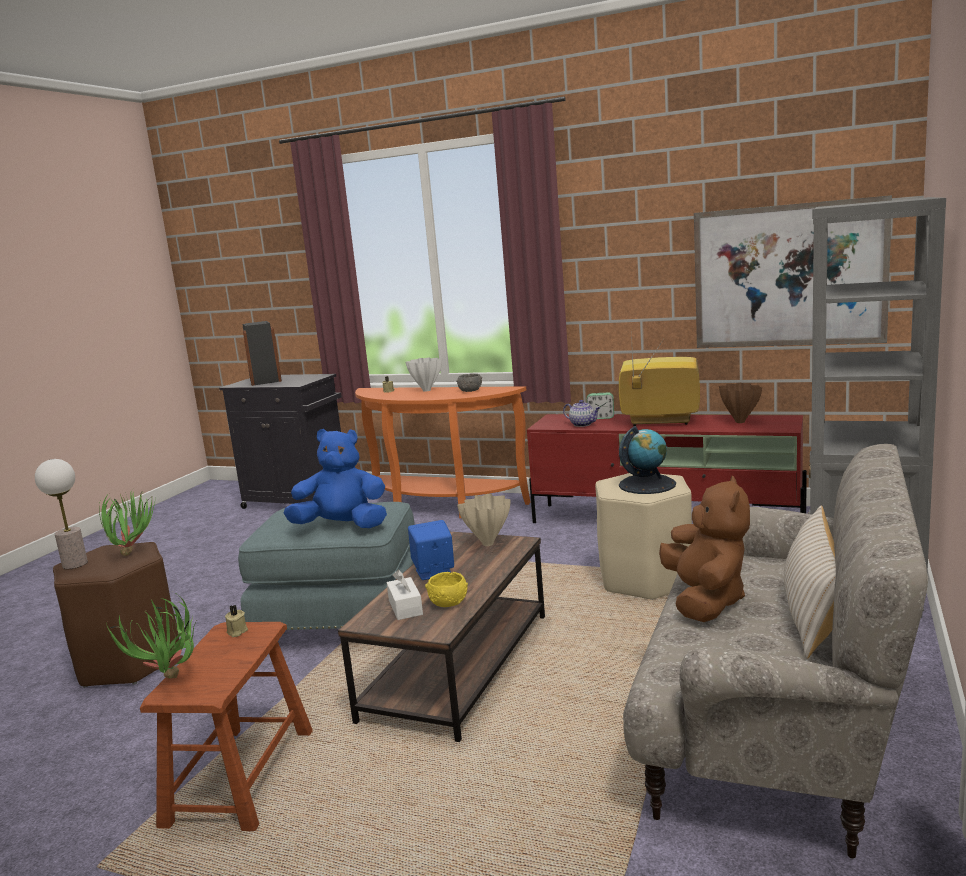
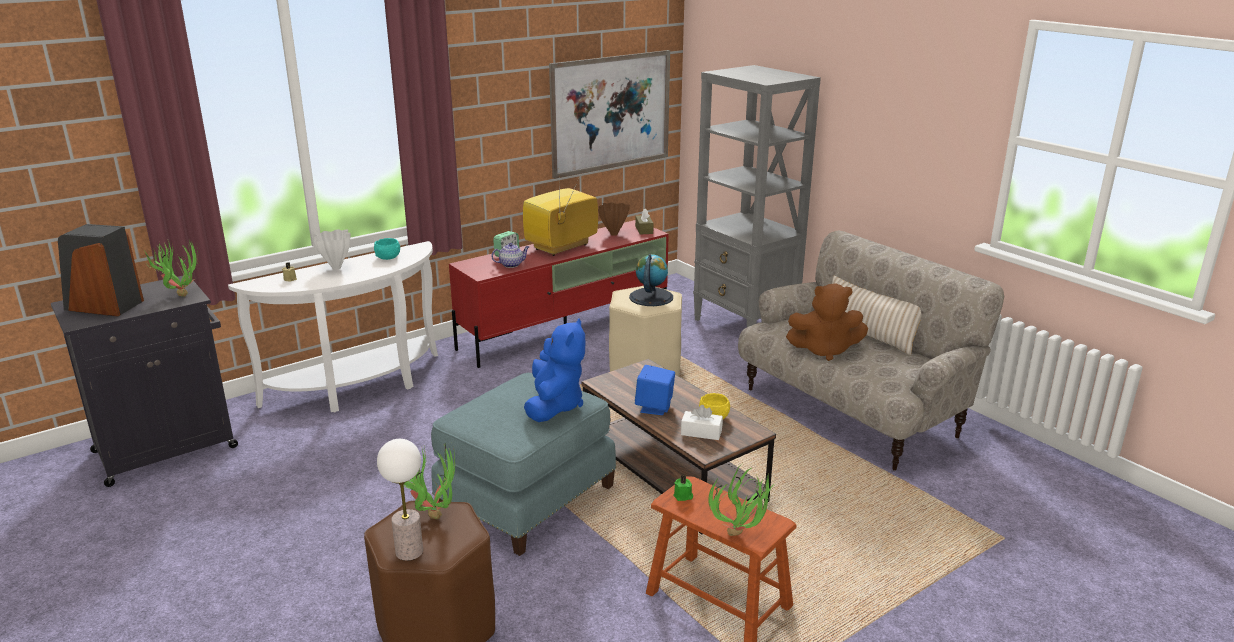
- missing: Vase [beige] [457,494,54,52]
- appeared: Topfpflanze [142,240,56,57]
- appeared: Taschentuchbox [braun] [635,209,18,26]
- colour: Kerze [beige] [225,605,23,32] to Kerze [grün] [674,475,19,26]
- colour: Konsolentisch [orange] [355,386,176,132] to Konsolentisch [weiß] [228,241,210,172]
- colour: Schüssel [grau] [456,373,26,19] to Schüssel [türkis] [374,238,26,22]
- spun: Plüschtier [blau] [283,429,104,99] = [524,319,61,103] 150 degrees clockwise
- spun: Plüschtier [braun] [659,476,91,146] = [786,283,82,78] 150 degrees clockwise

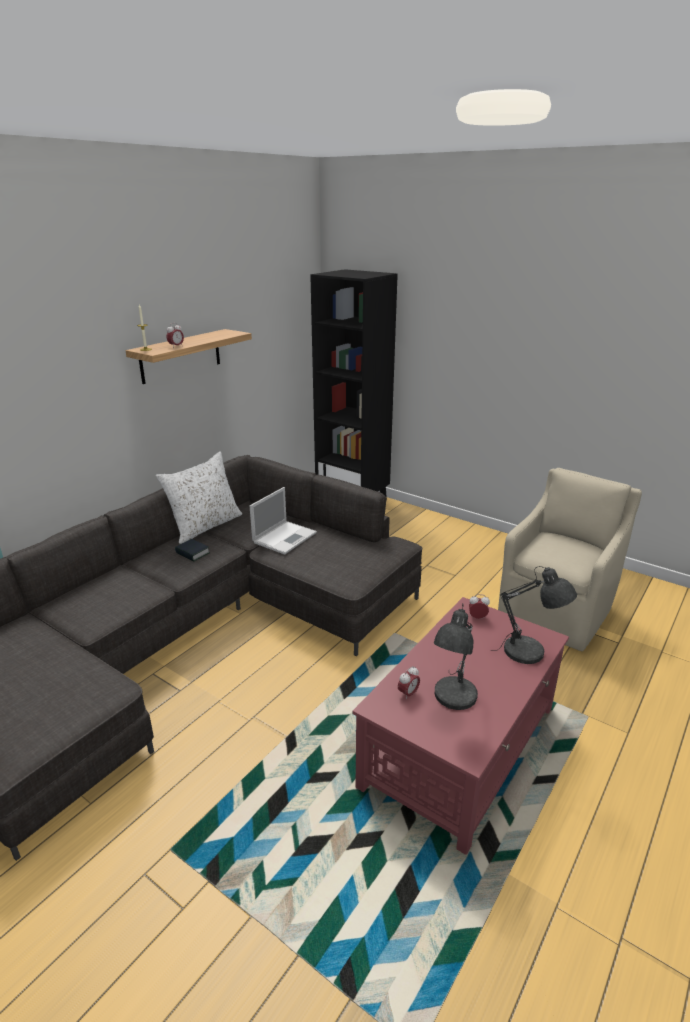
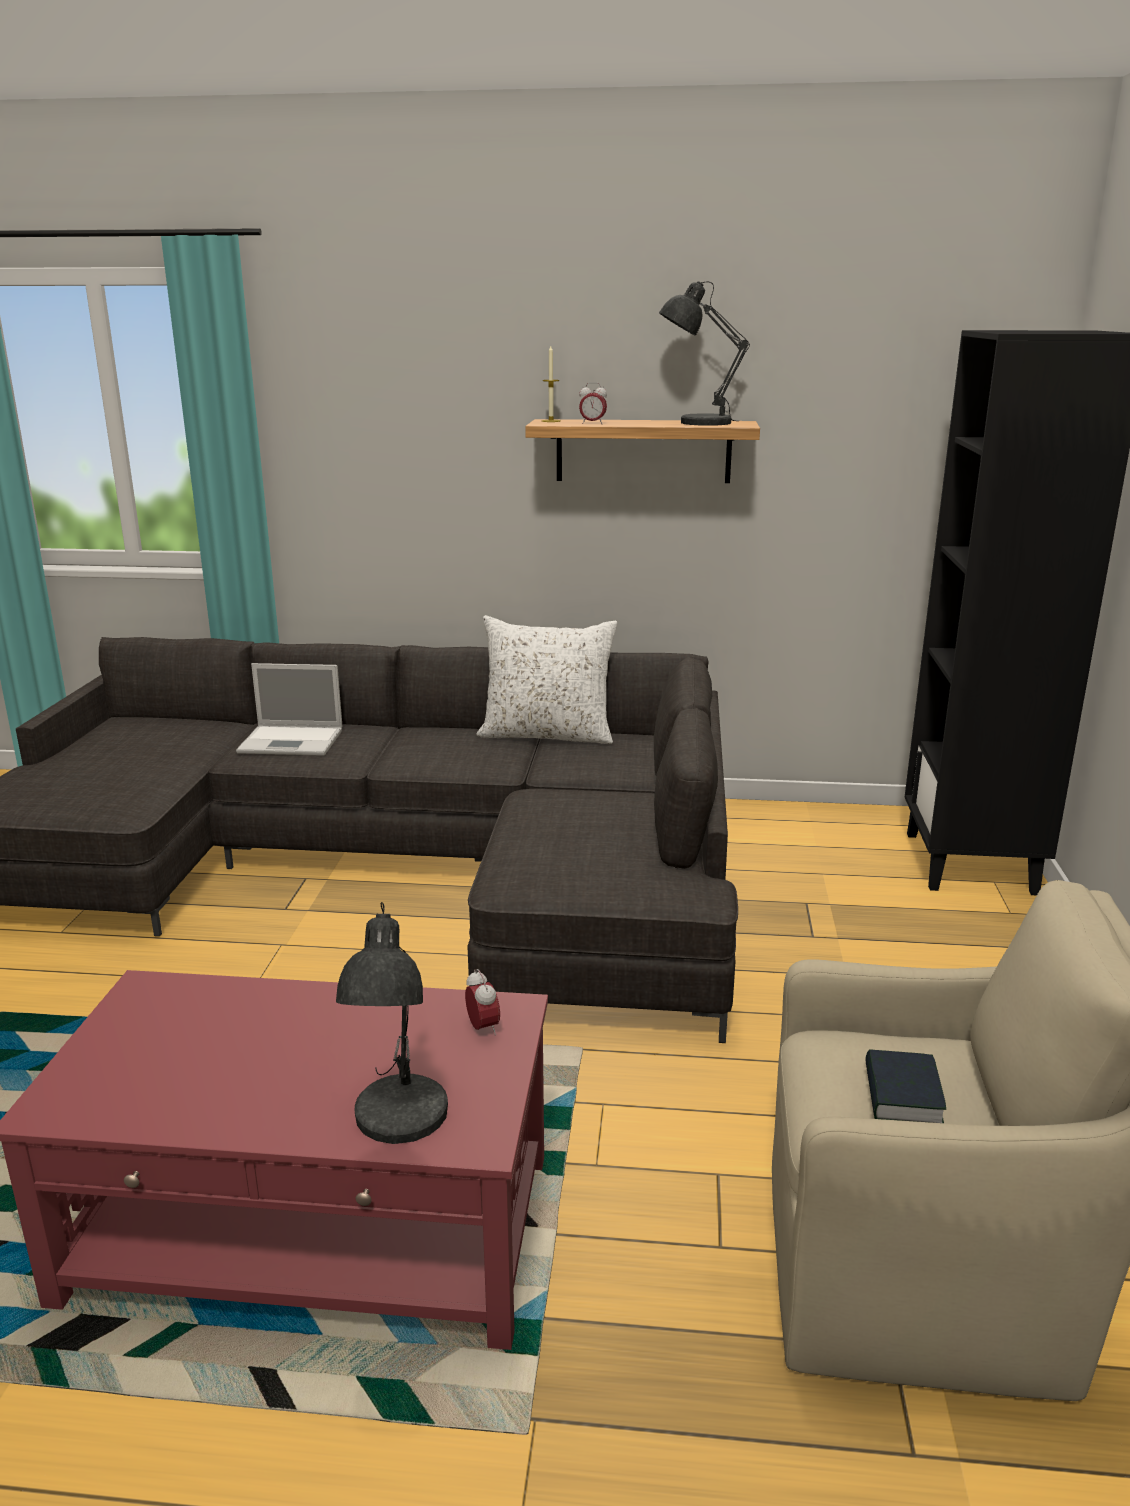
- missing: Wecker [398,666,22,34]
- relocated: Buch [175,539,35,22] to [865,1049,81,74]
- relocated: Laptop [250,487,67,68] to [236,663,106,93]
- relocated: Tischlampe [grau] [434,603,44,107] to [659,281,91,145]

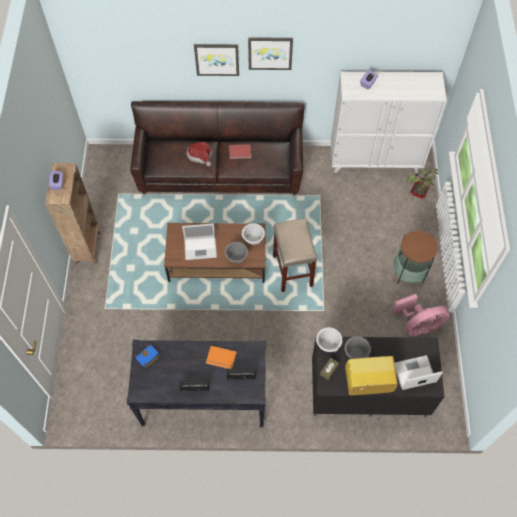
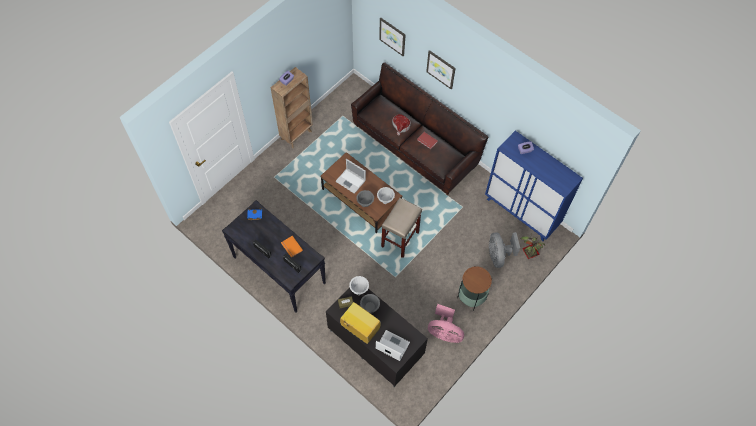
- appeared: Ventilator [grau] [489,232,31,36]
- relocated: Bild [248,37,45,33] to [379,18,27,39]
- colour: Schrank [weiß] [331,71,116,102] to Schrank [blau] [485,131,98,110]

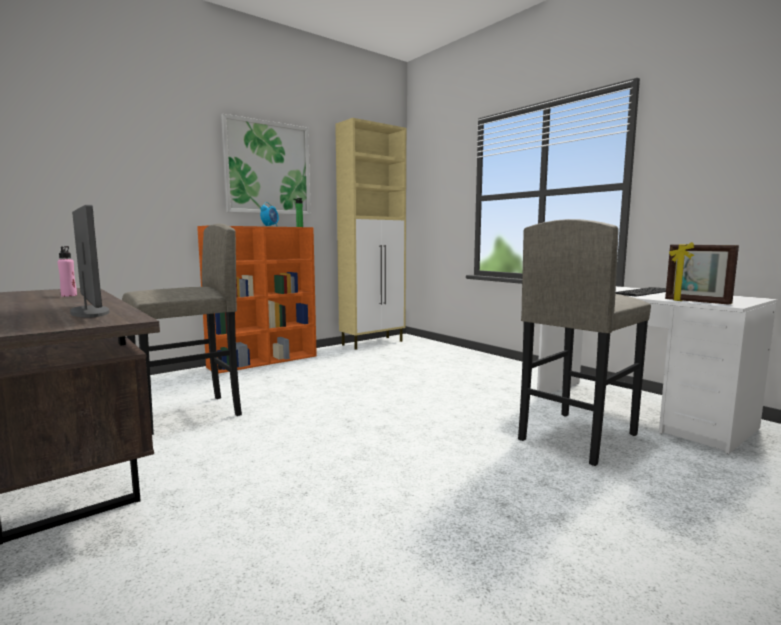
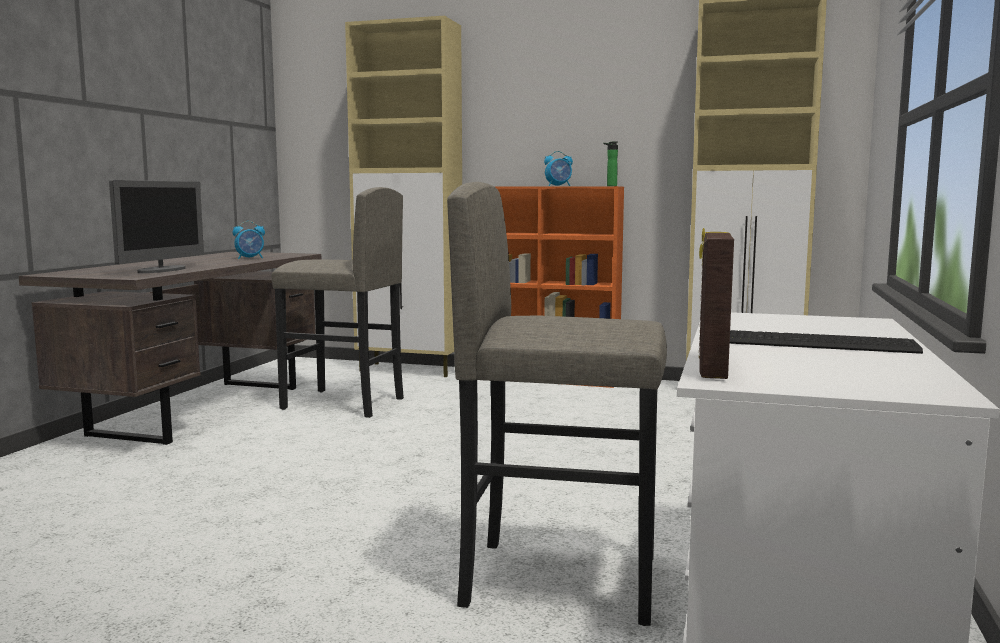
- missing: Bild [221,114,90,101]
- appeared: Schrank [beige] [345,16,117,361]
- exchanged: Flasche [rosa] [58,246,19,51] to Wecker [233,221,32,38]

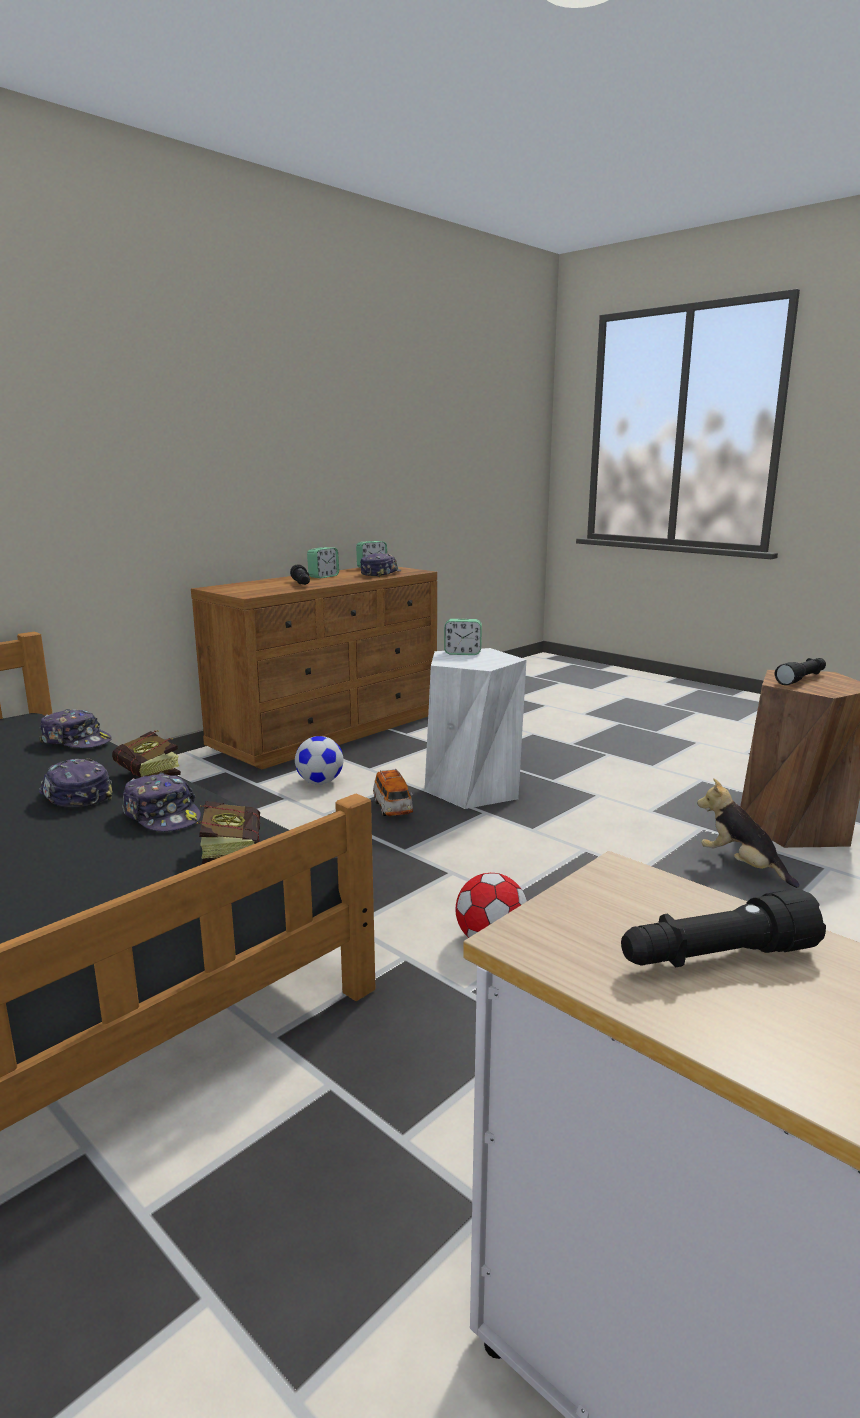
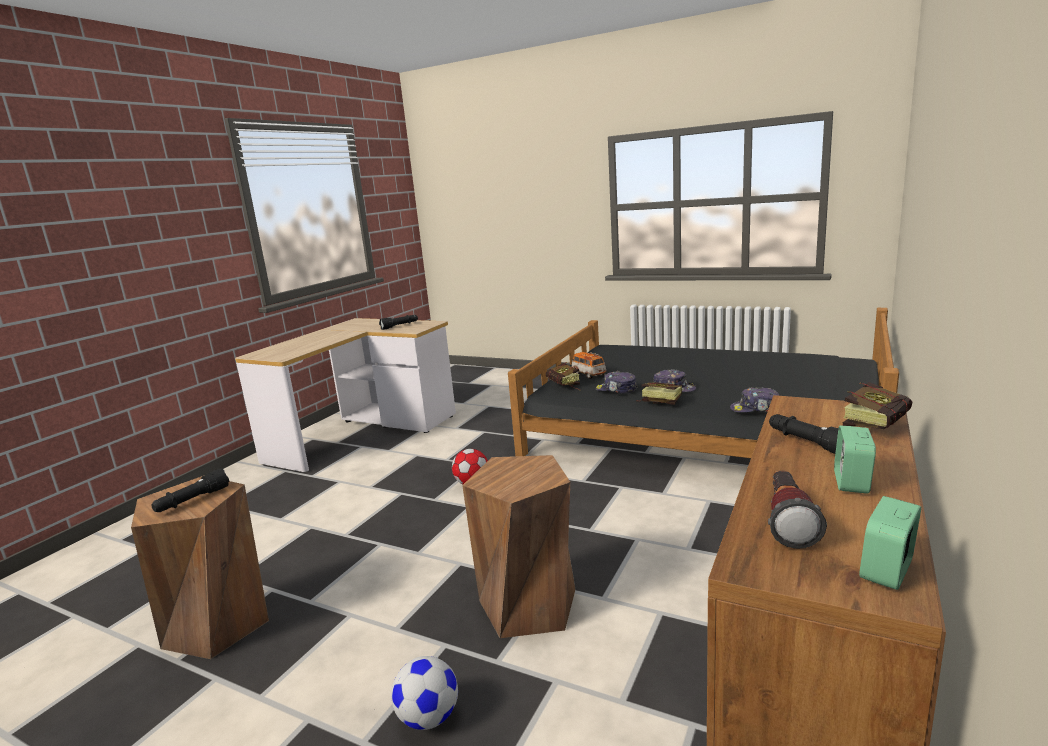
- missing: Wecker [444,619,38,36]
- missing: Plüschtier [697,778,102,110]
- appeared: Buch [843,382,69,47]
- relocated: Fußball [295,736,49,48] to [391,656,67,74]
- relocated: Spielzeugauto [373,769,40,47] to [571,352,35,27]
- exchanged: Kappe [360,552,41,25] to Taschenlampe [768,471,59,78]
- colour: Hocker [weiß] [424,648,102,161] to Hocker [braun] [462,455,114,183]

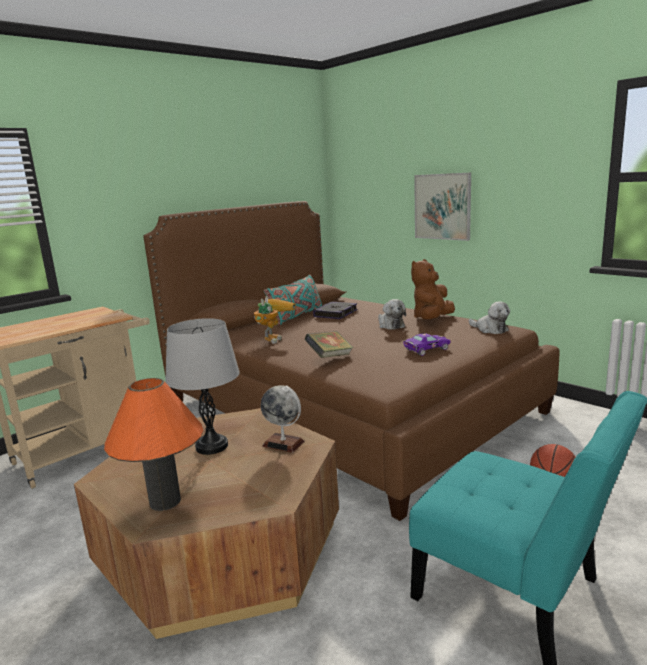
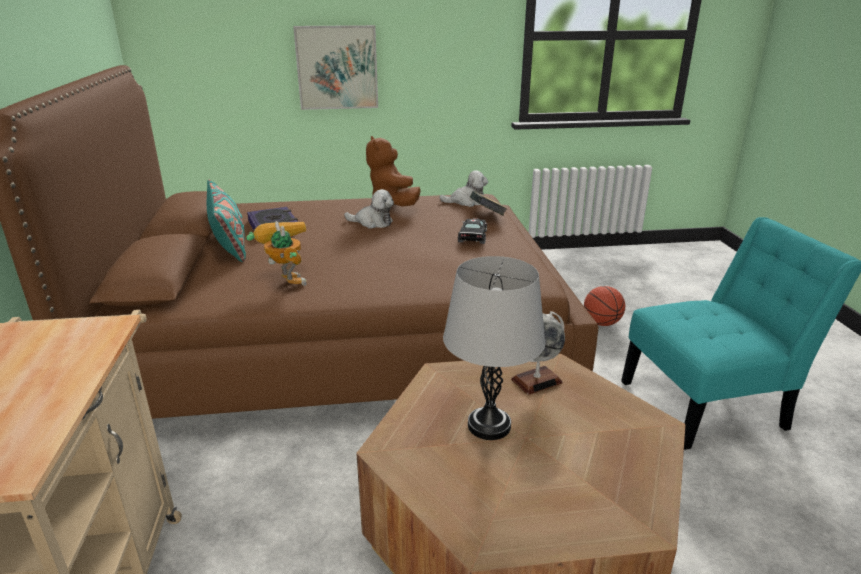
- missing: Tischlampe [orange] [104,378,99,133]
- relocated: Buch [305,331,48,27] to [470,191,37,25]
- colour: Spielzeugauto [lila] [403,333,47,23] to Spielzeugauto [schwarz] [458,218,29,26]

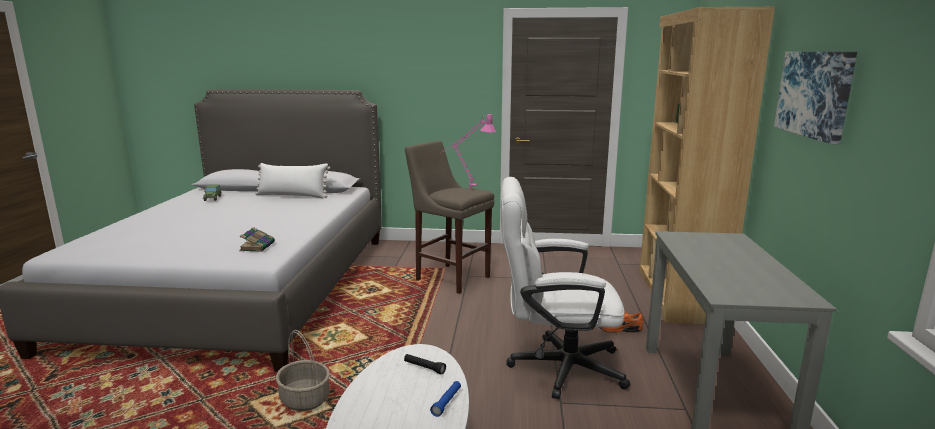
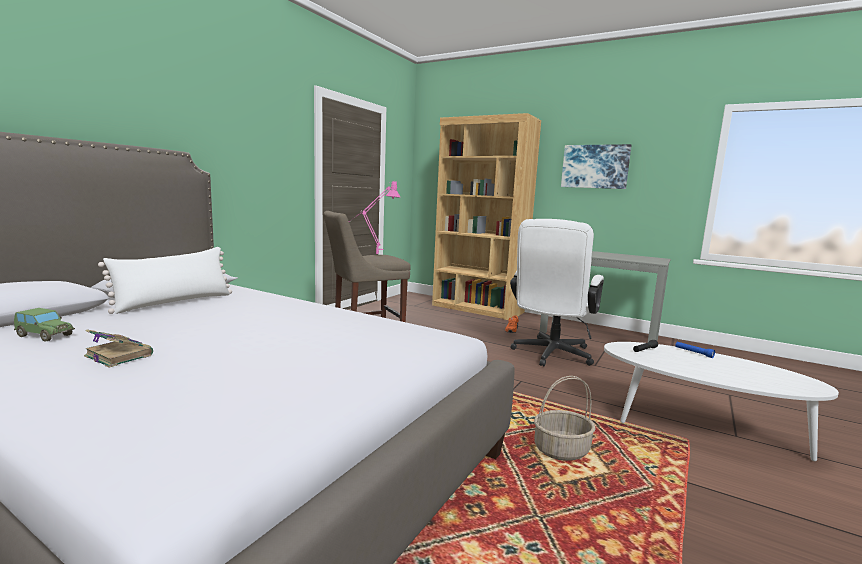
- relocated: Buch [239,227,36,25] to [84,329,69,39]

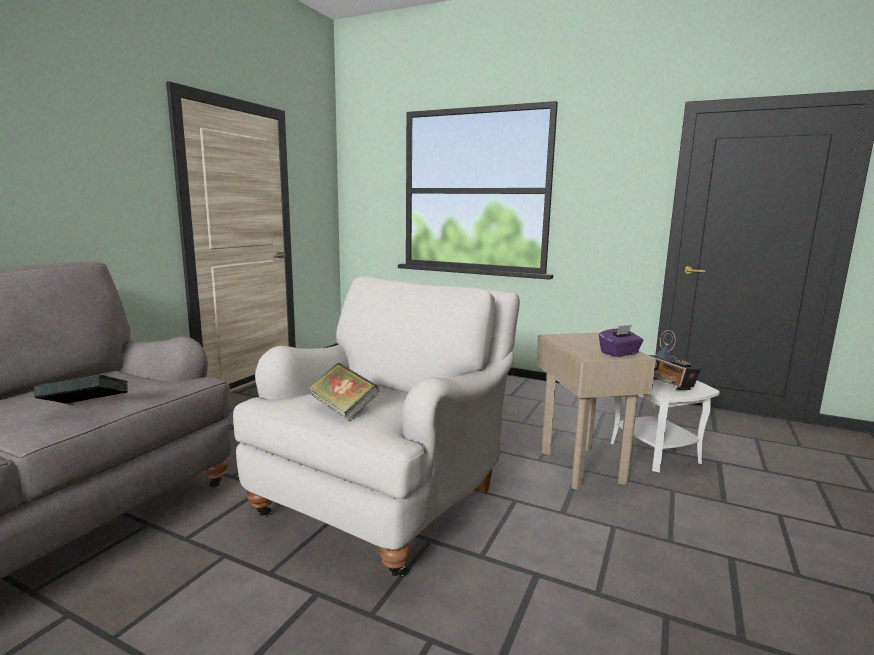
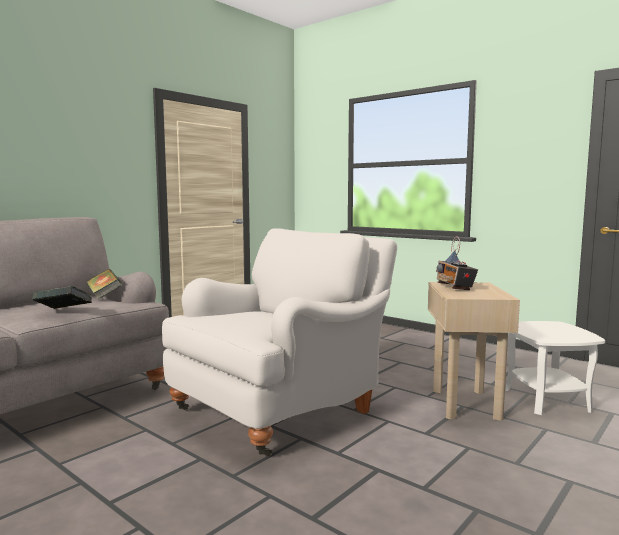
- missing: Taschentuchbox [lila] [599,325,45,32]
- relocated: Buch [308,363,72,58] to [86,269,36,30]
- relocated: Radio [649,330,52,60] to [436,236,42,54]

